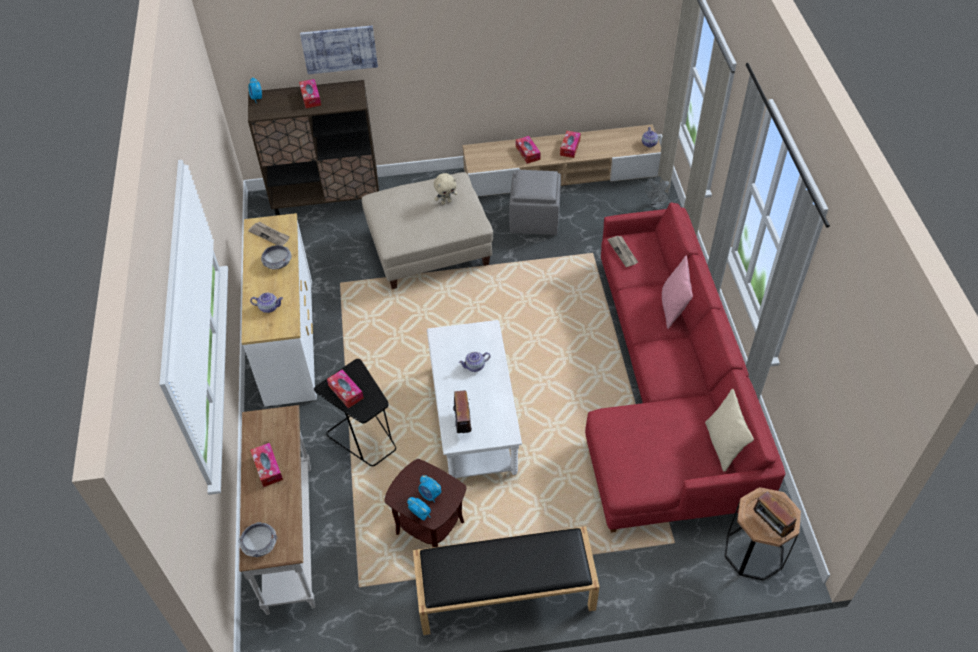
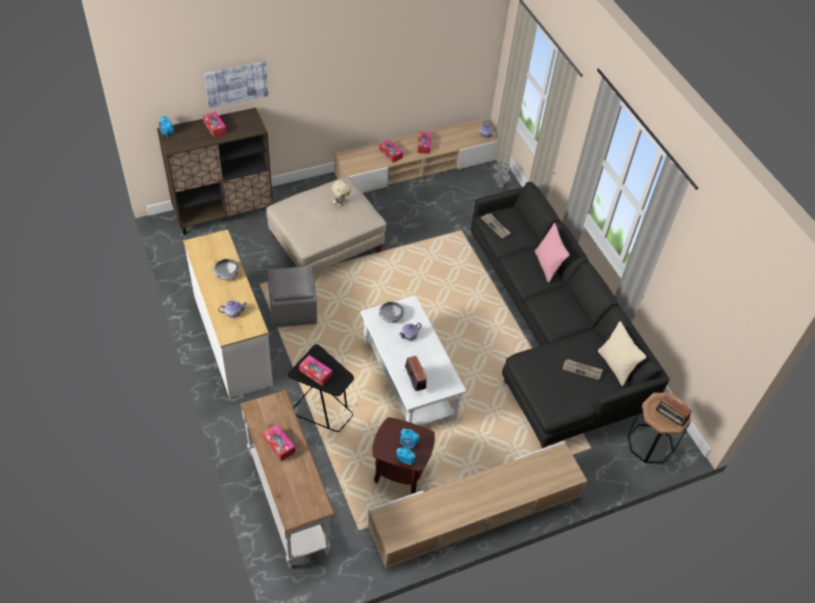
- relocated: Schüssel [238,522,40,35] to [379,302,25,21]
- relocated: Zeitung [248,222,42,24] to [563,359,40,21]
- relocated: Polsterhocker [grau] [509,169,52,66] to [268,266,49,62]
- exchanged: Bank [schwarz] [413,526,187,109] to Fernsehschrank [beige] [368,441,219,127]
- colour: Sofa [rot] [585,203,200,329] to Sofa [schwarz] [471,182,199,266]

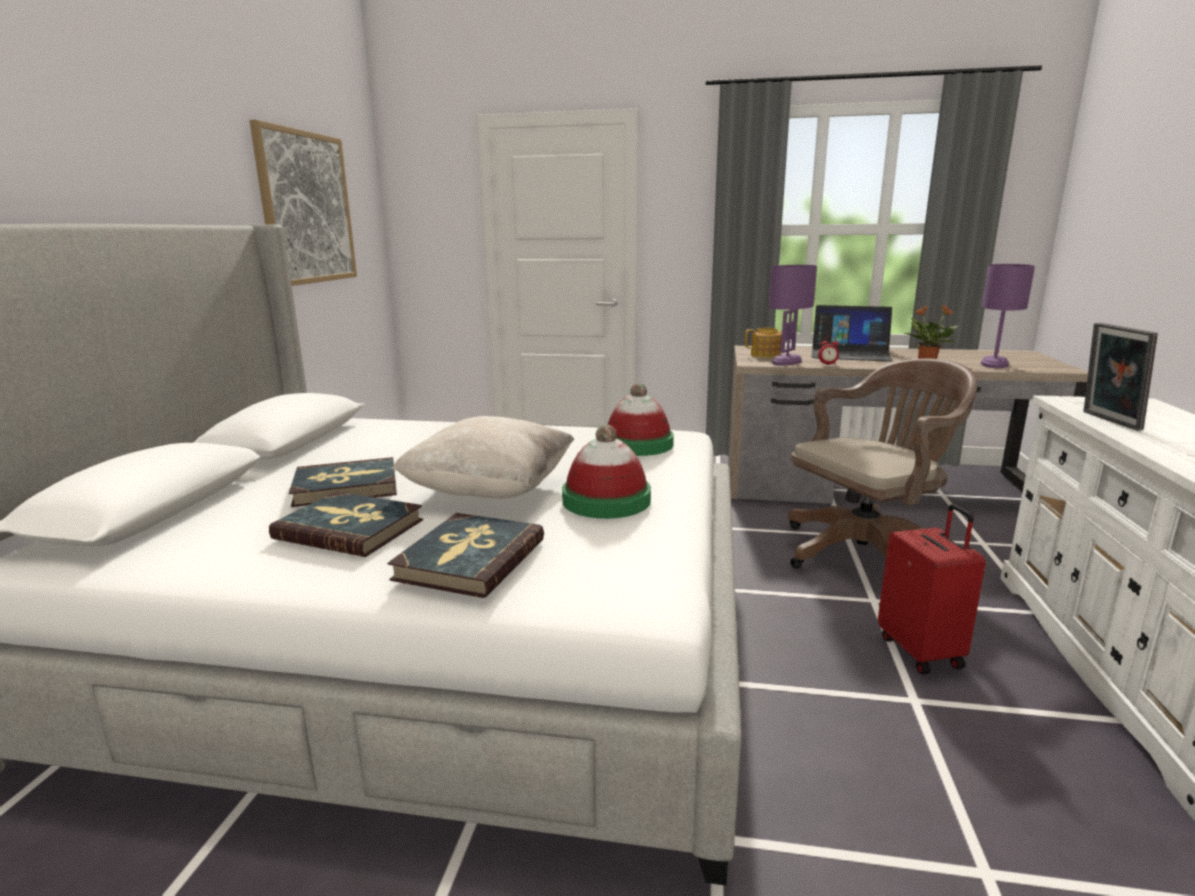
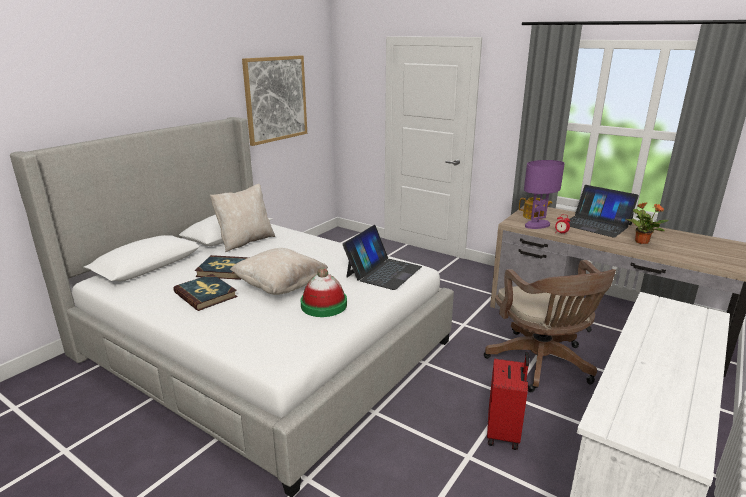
- missing: Buch [388,513,156,85]
- missing: Tischlampe [lila] [981,264,54,104]
- missing: Bilderrahmen [1084,323,74,107]
- appeared: Kissen [beige] [210,184,65,68]
- exchanged: Hut [607,383,67,73] to Laptop [342,225,80,65]
- spun: Bürostuhl [braun] [787,358,190,211] = [484,260,132,132] 75 degrees clockwise

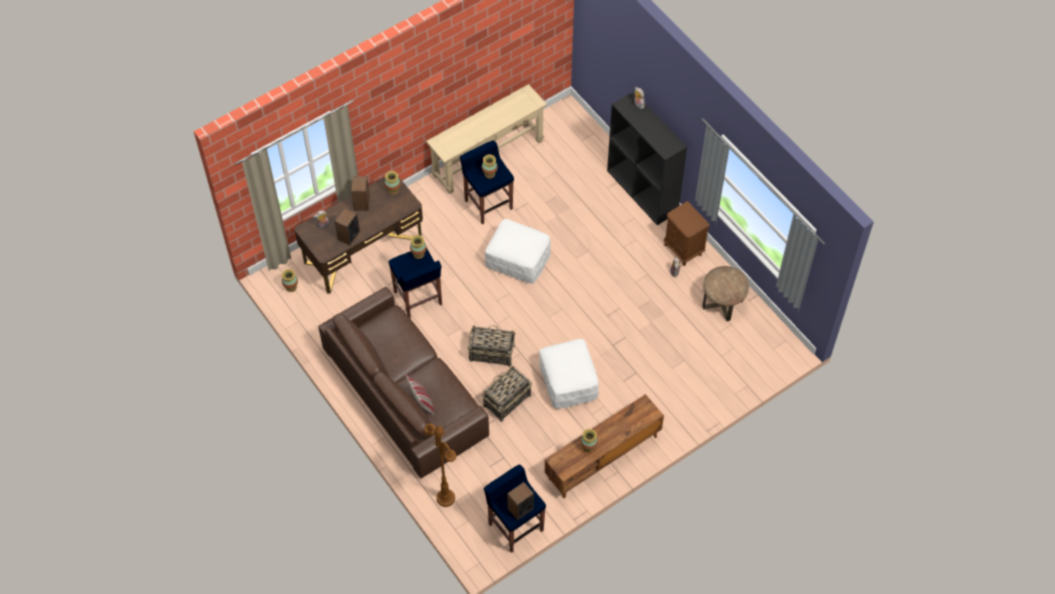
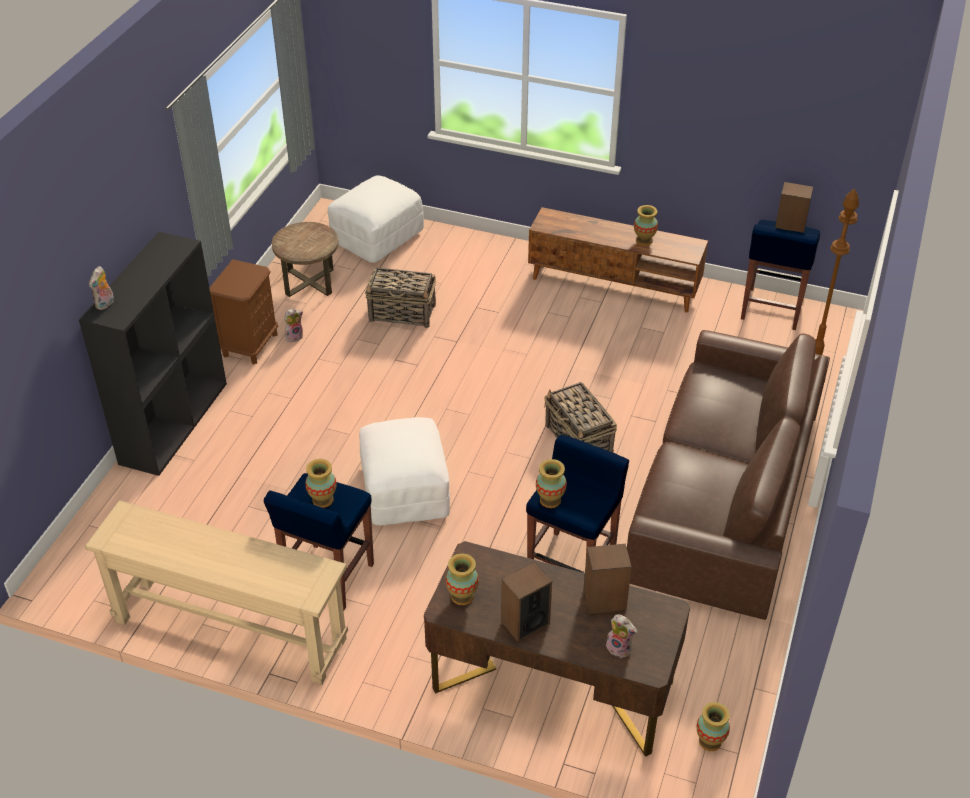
- missing: Kissen [406,375,29,39]
- relocated: Korb [482,366,50,55] to [365,268,71,60]
- relocated: Polsterhocker [weiß] [539,339,60,70] to [328,175,96,88]

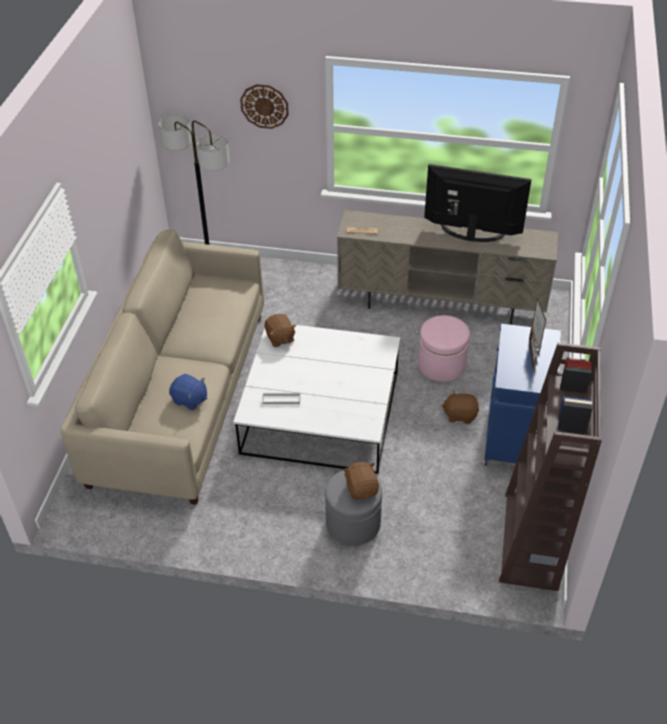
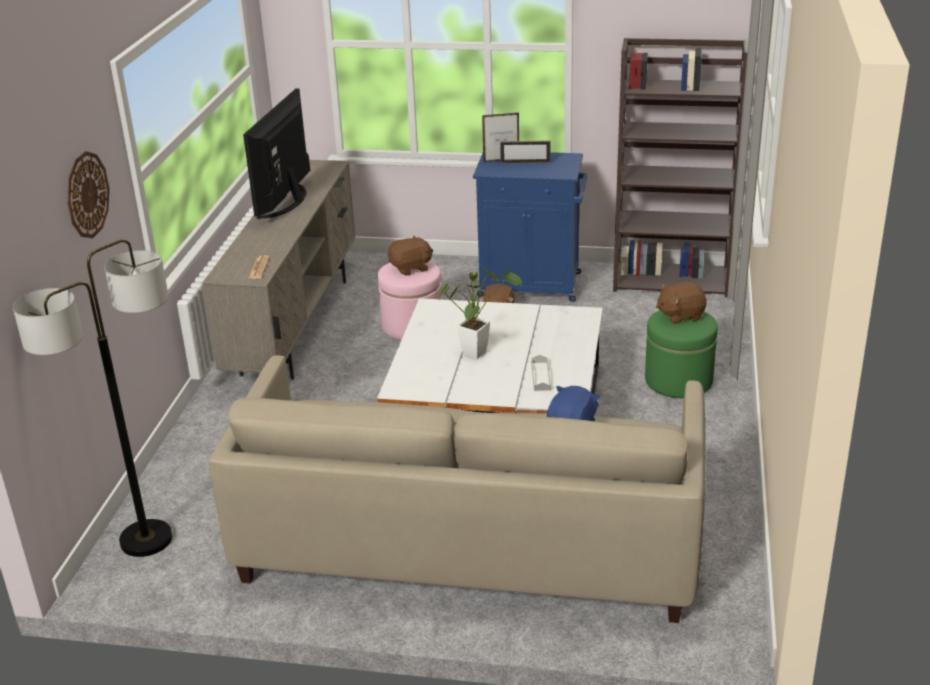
- appeared: Topfpflanze [439,269,83,90]
- relocated: Plüschtier [braun] [265,314,31,33] to [388,236,45,40]
- colour: Polsterhocker [grau] [325,471,57,75] to Polsterhocker [grün] [645,310,73,88]

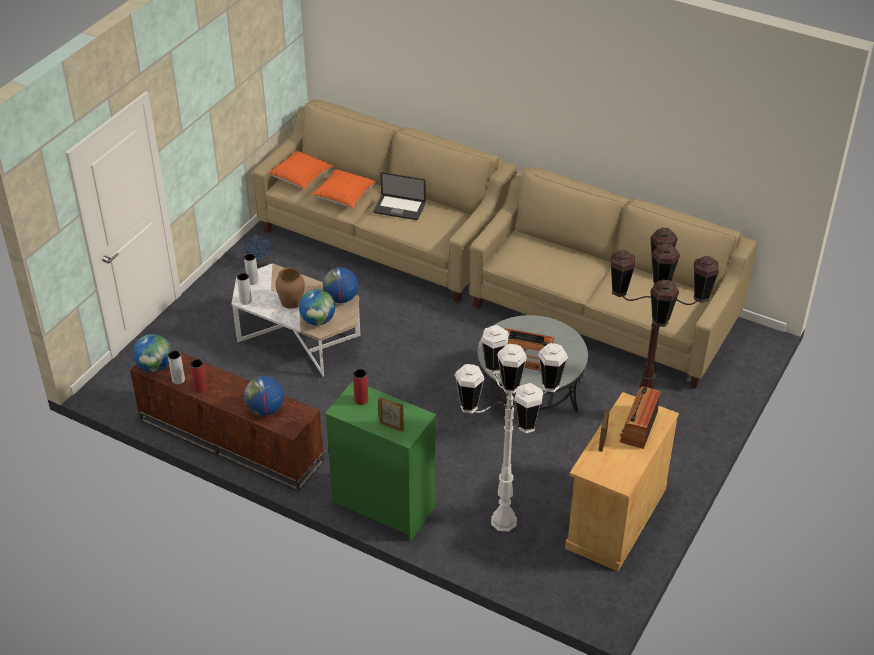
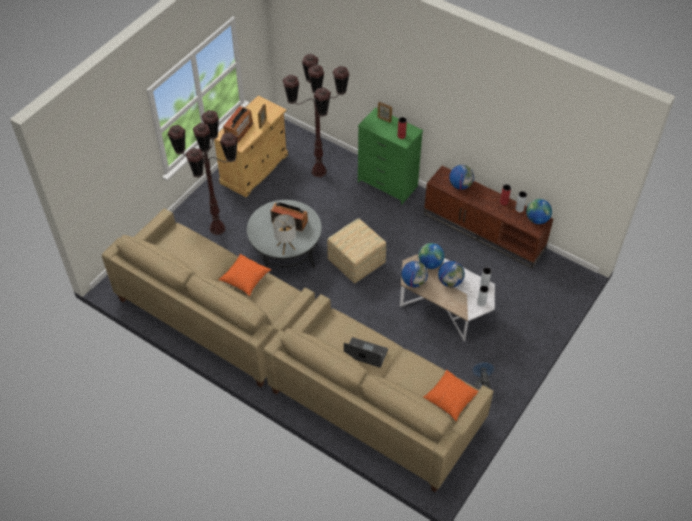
- appeared: Tischlampe [273,214,23,41]
- appeared: Polsterhocker [327,219,59,65]
- relocated: Kissen [orange] [312,169,64,39] to [218,254,53,42]
- exchanged: Vase [braun] [275,267,30,42] to Globus [438,261,27,26]
- colour: Stehlampe [weiß] [455,325,113,206] to Stehlampe [braun] [283,54,66,123]

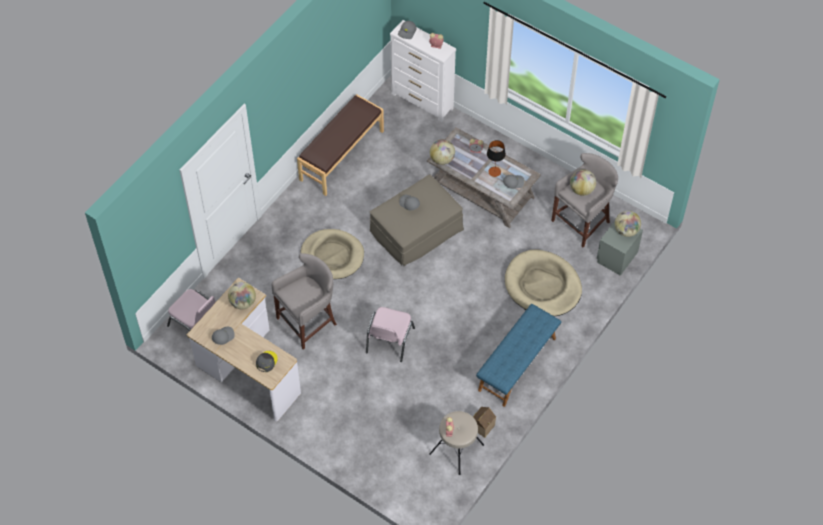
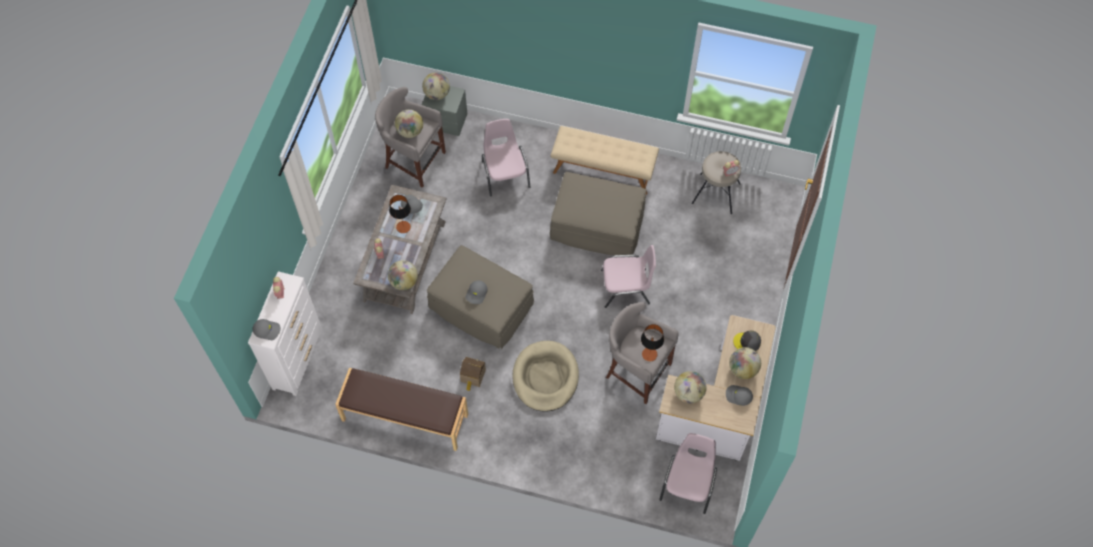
- appeared: Polsterhocker [beige] [550,172,96,83]
- appeared: Tischlampe [641,324,23,37]
- appeared: Globus [729,347,32,32]
- relocated: Spielzeughaus [473,407,23,31] to [460,357,26,34]
- exchanged: Hundebett [beige] [505,250,77,66] to Stuhl [rosa] [482,119,49,78]
- colour: Bank [blau] [476,304,85,103] to Bank [beige] [551,126,108,69]

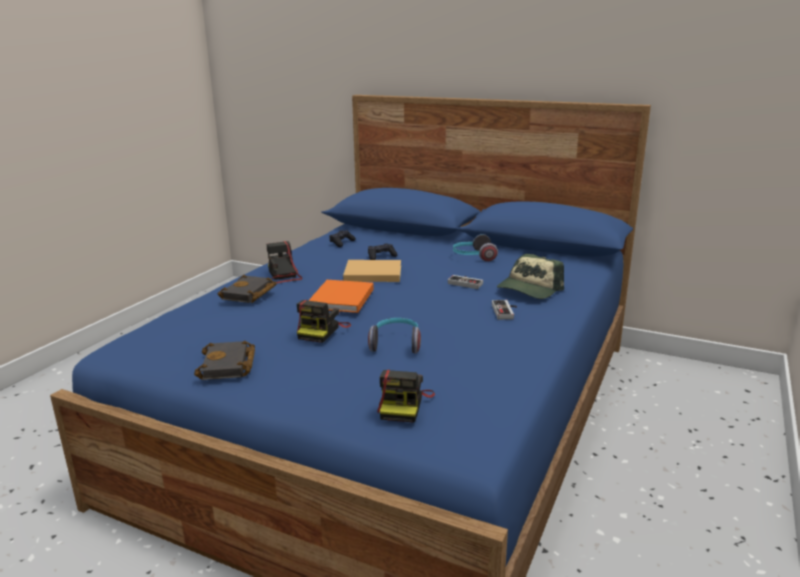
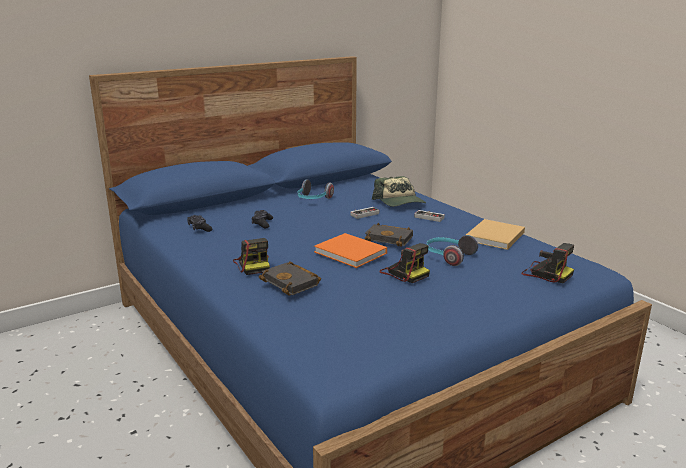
- relocated: Buch [schwarz] [194,341,61,39] to [365,223,48,24]
- relocated: Buch [beige] [343,260,58,22] to [466,219,59,31]
- spun: Kamera [267,241,35,42] = [233,238,37,37] 120 degrees counterclockwise

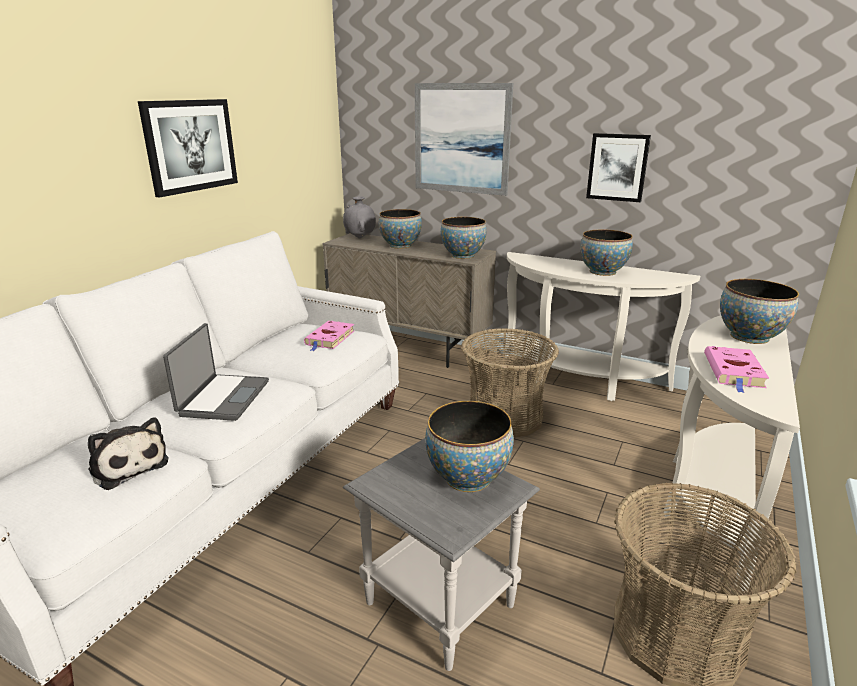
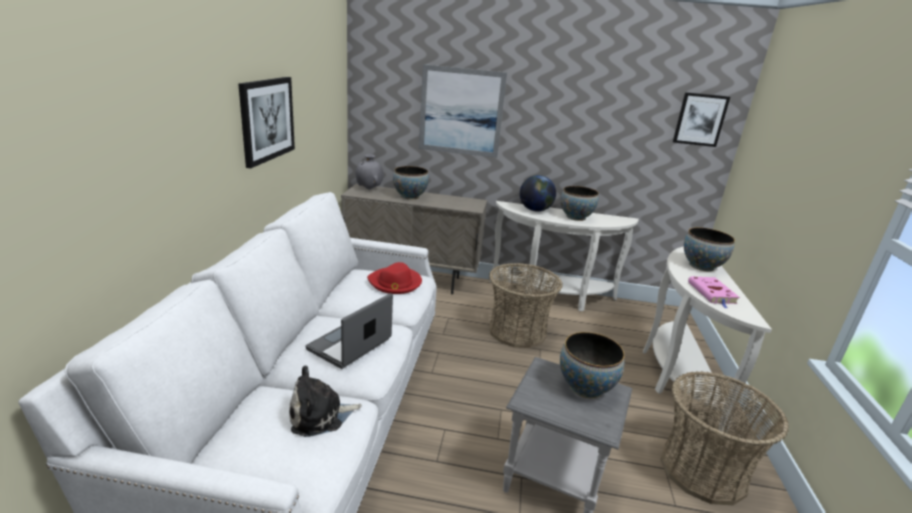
- missing: Schüssel [441,217,46,42]
- appeared: Globus [520,175,36,37]
- relocated: Bild [586,133,65,69] to [673,92,57,55]
- exchanged: Buch [rosa] [304,321,50,30] to Hut [rot] [367,262,55,32]
- spun: Plüschtier [88,417,81,73] = [289,365,73,72] 135 degrees clockwise
- spun: Laptop [163,323,106,98] = [305,293,88,76] 135 degrees counterclockwise

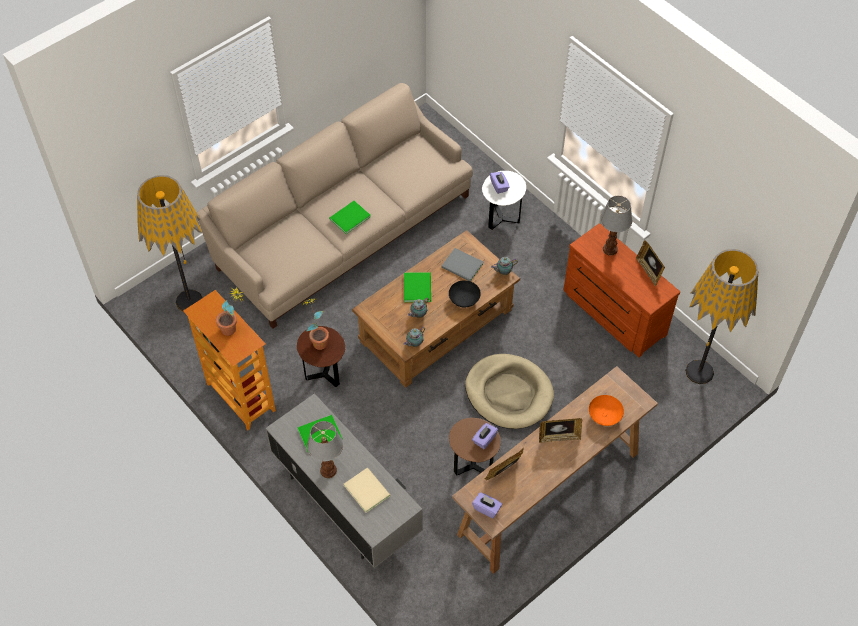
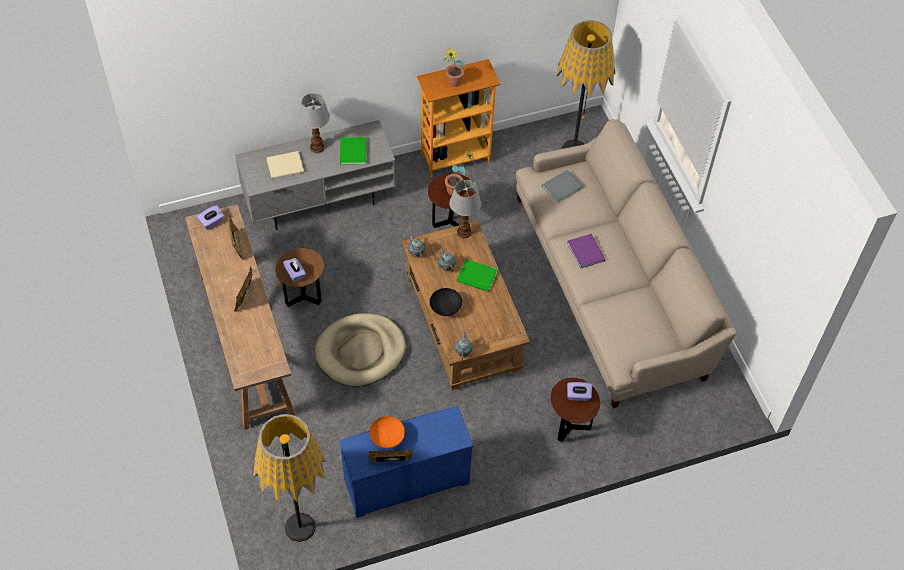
- relocated: Buch [grau] [441,248,42,33] to [542,170,41,33]
- relocated: Schüssel [orange] [589,395,35,31] to [369,416,36,32]
- relocated: Tischlampe [600,195,32,61] to [449,180,32,59]
- colour: Buch [grün] [329,201,41,33] to Buch [lila] [567,234,38,35]
- colour: Beistelltisch [weiß] [482,171,44,59] to Beistelltisch [braun] [551,378,49,64]
- colour: Kommode [braun] [563,223,117,134] to Kommode [blau] [339,406,134,112]

